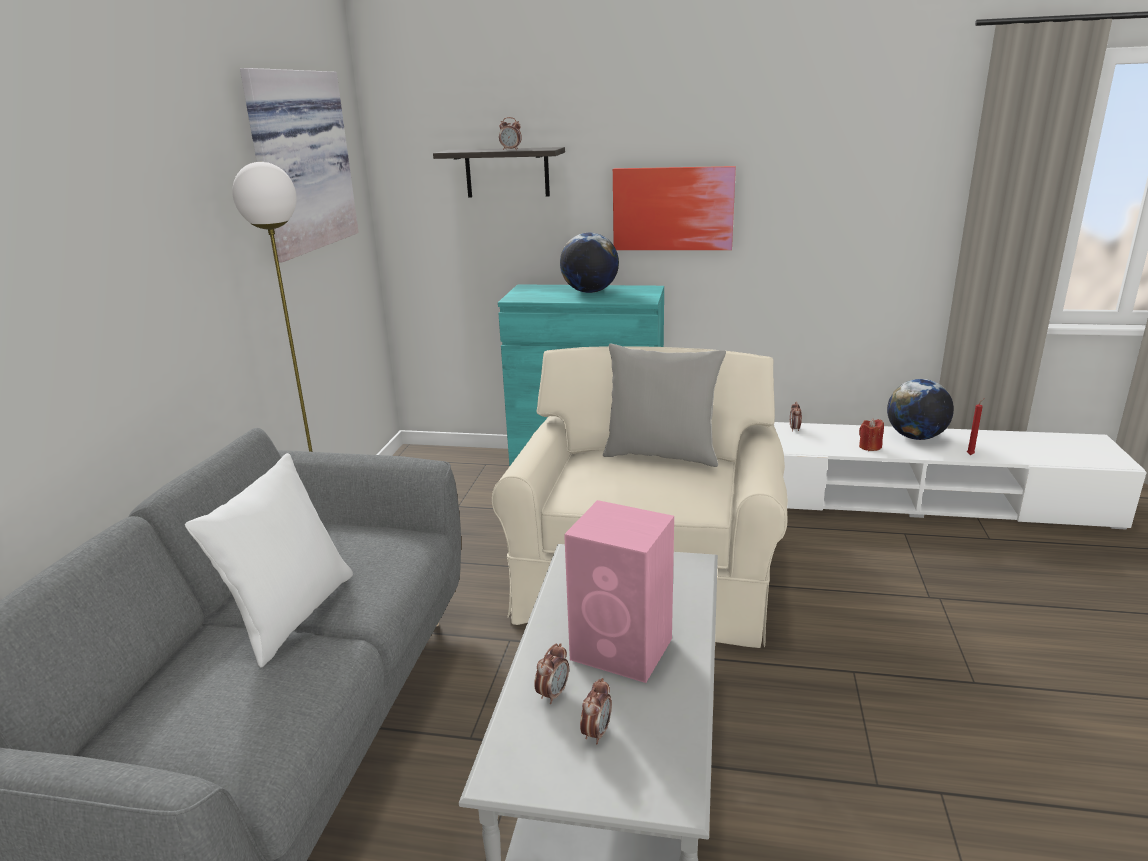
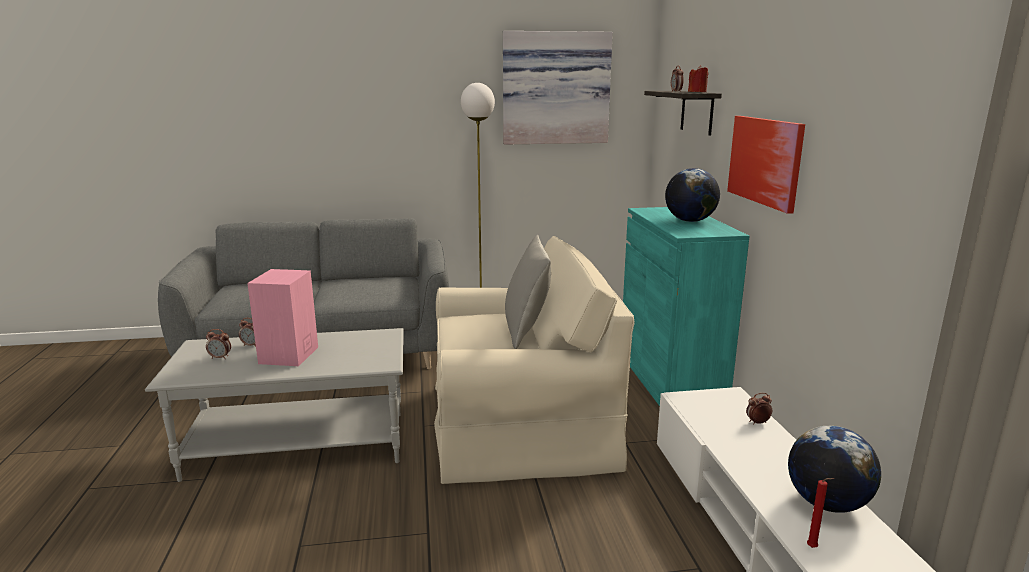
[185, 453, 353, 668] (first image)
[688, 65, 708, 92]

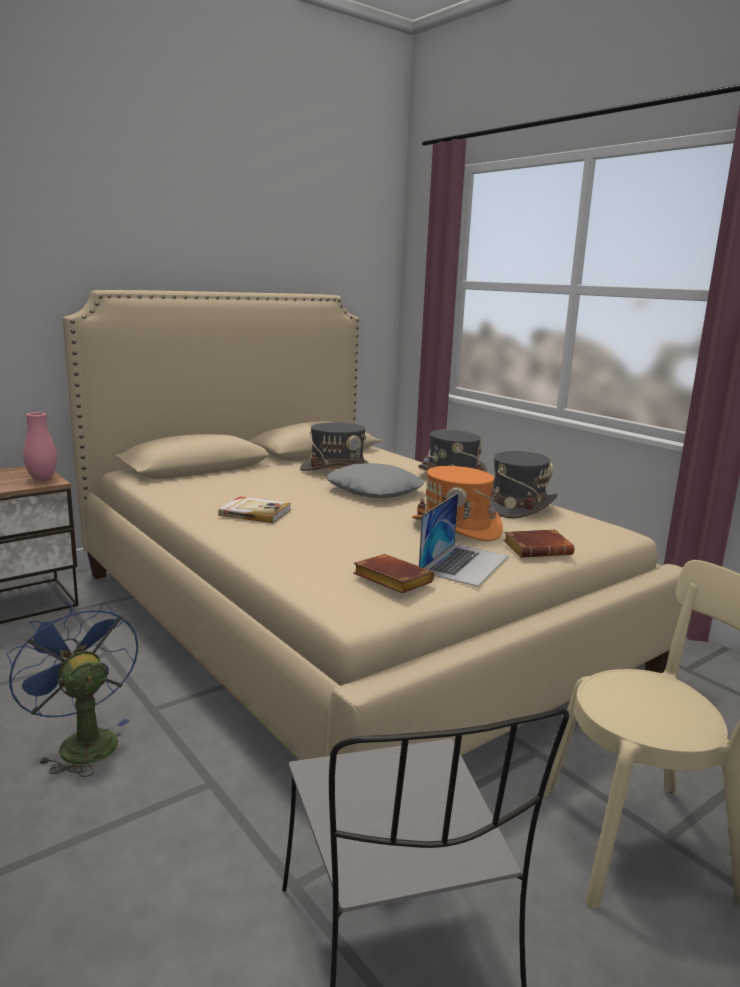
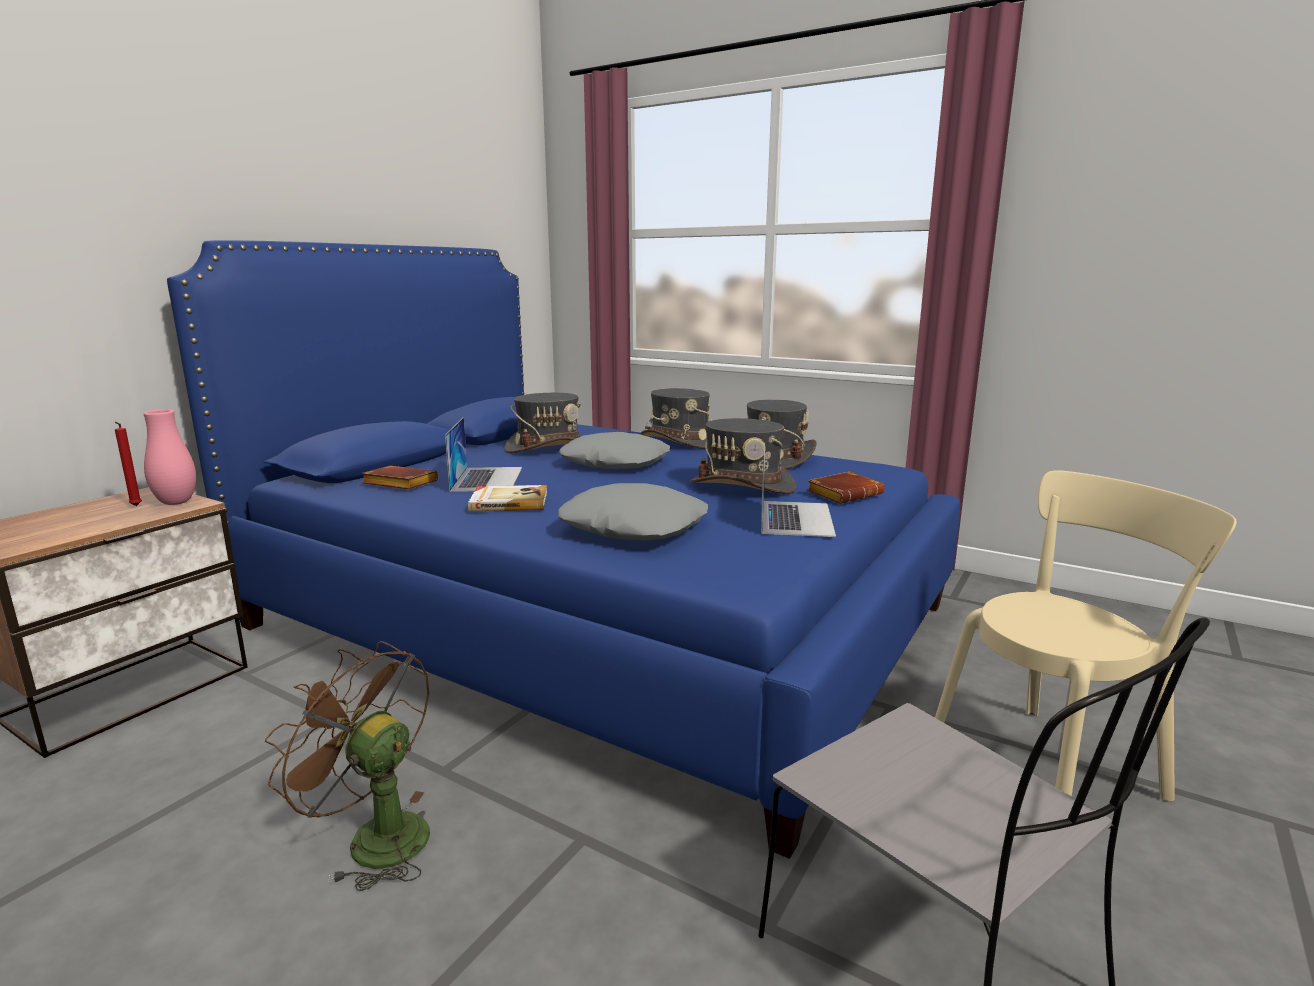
[265, 641, 430, 891]
[167, 240, 960, 859]
[361, 466, 438, 489]
[690, 418, 796, 494]
[115, 422, 142, 506]
[445, 417, 522, 492]
[558, 483, 708, 541]

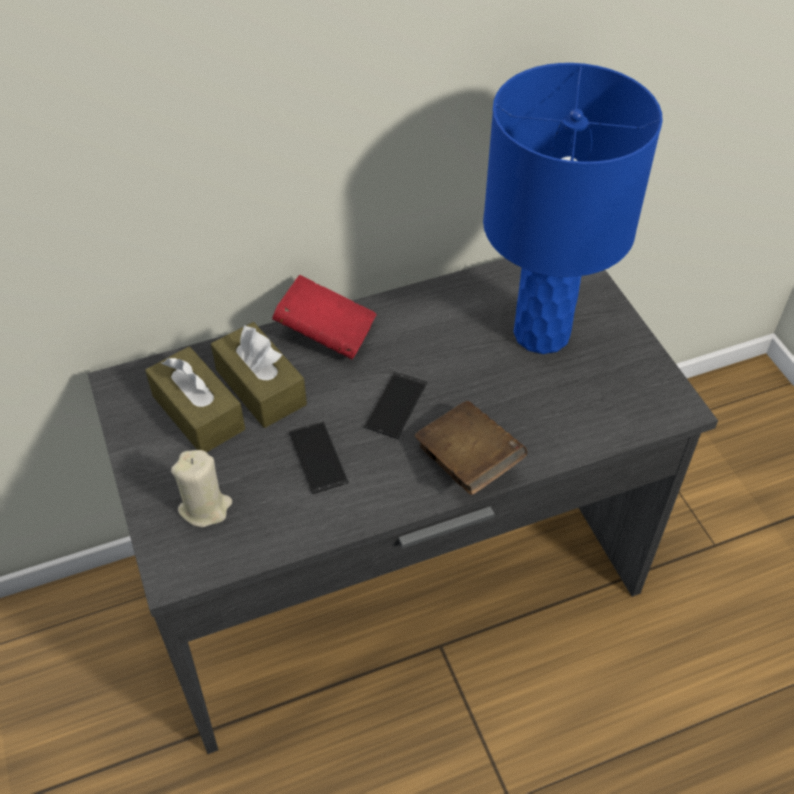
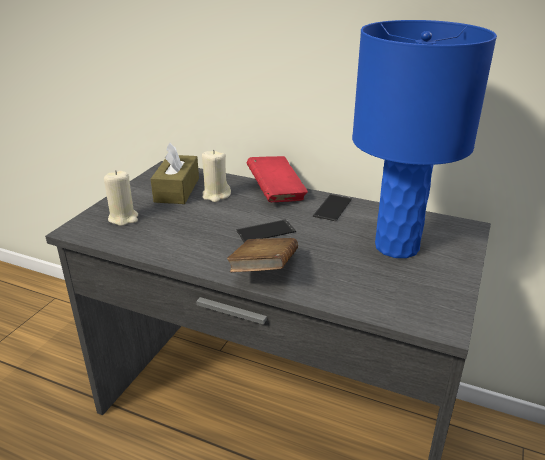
[202, 150, 231, 202]
[313, 194, 352, 222]

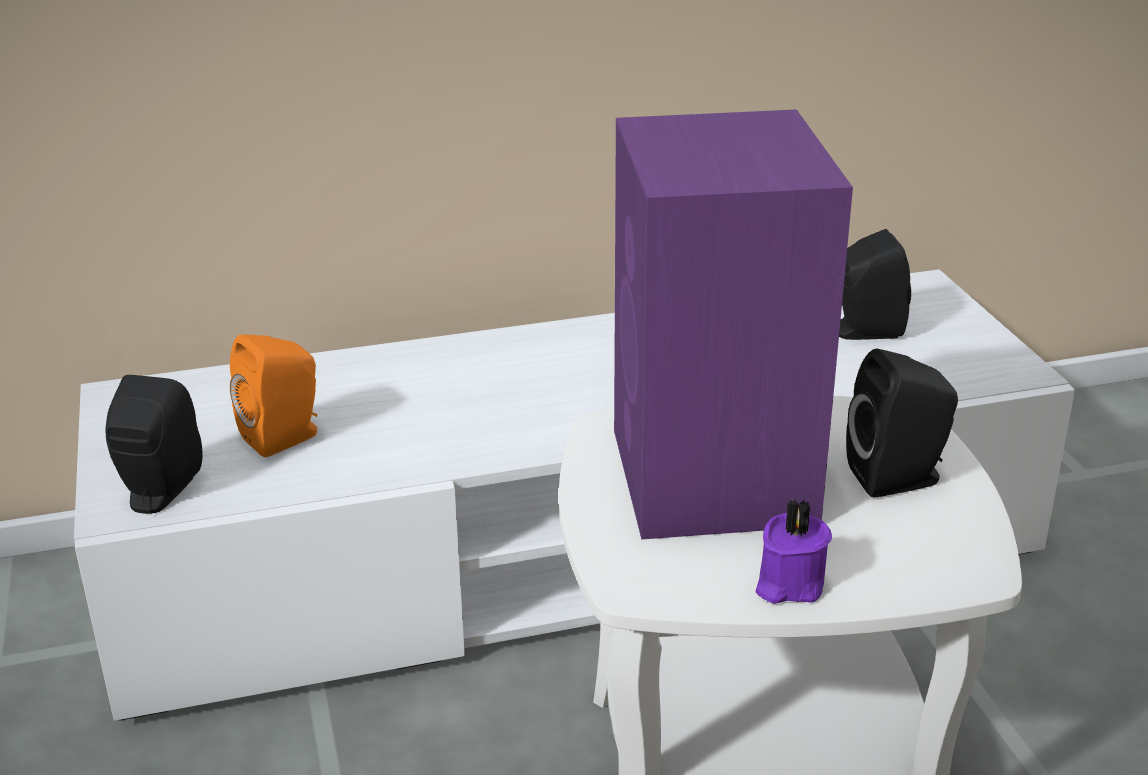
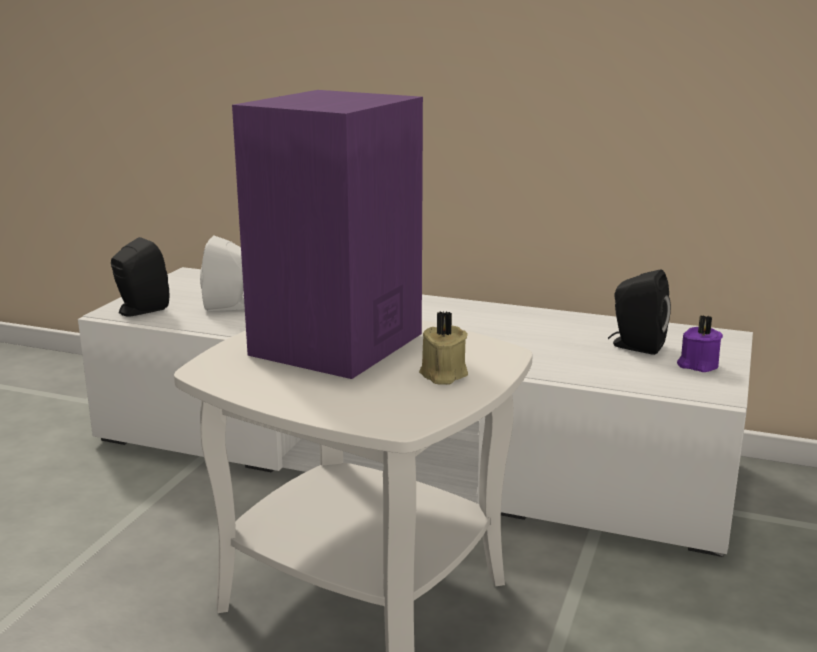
[200, 235, 245, 311]
[677, 315, 723, 372]
[419, 311, 468, 385]

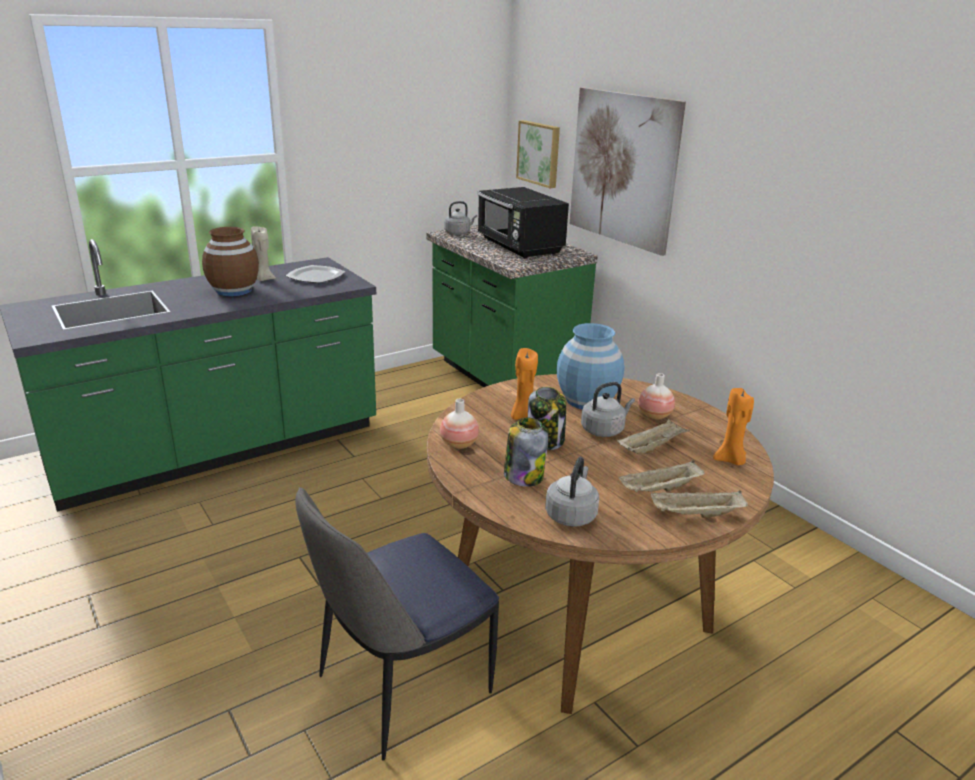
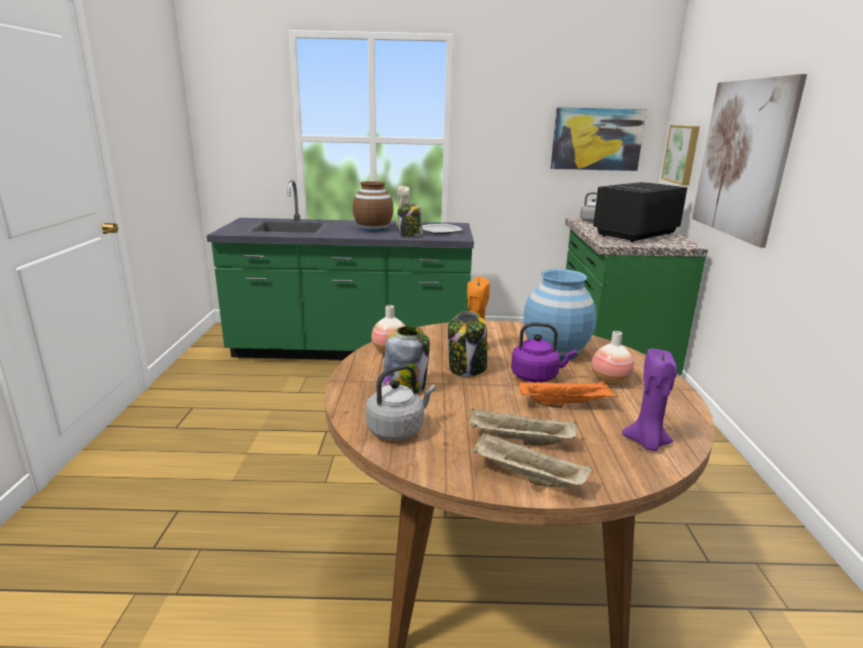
[295, 487, 499, 761] (first image)
[593, 182, 688, 242]
[511, 322, 576, 383]
[519, 380, 617, 408]
[622, 349, 677, 451]
[397, 203, 423, 237]
[551, 107, 646, 171]

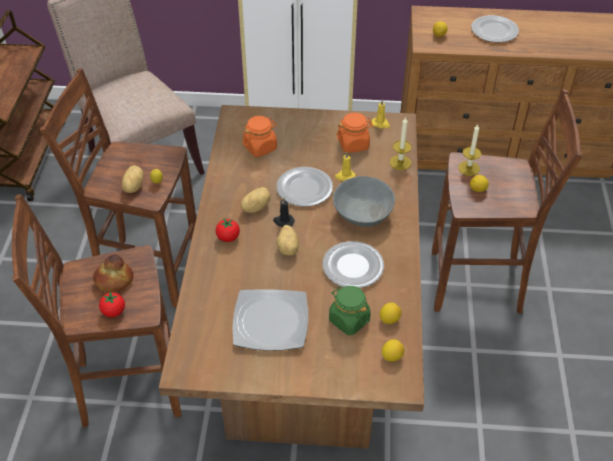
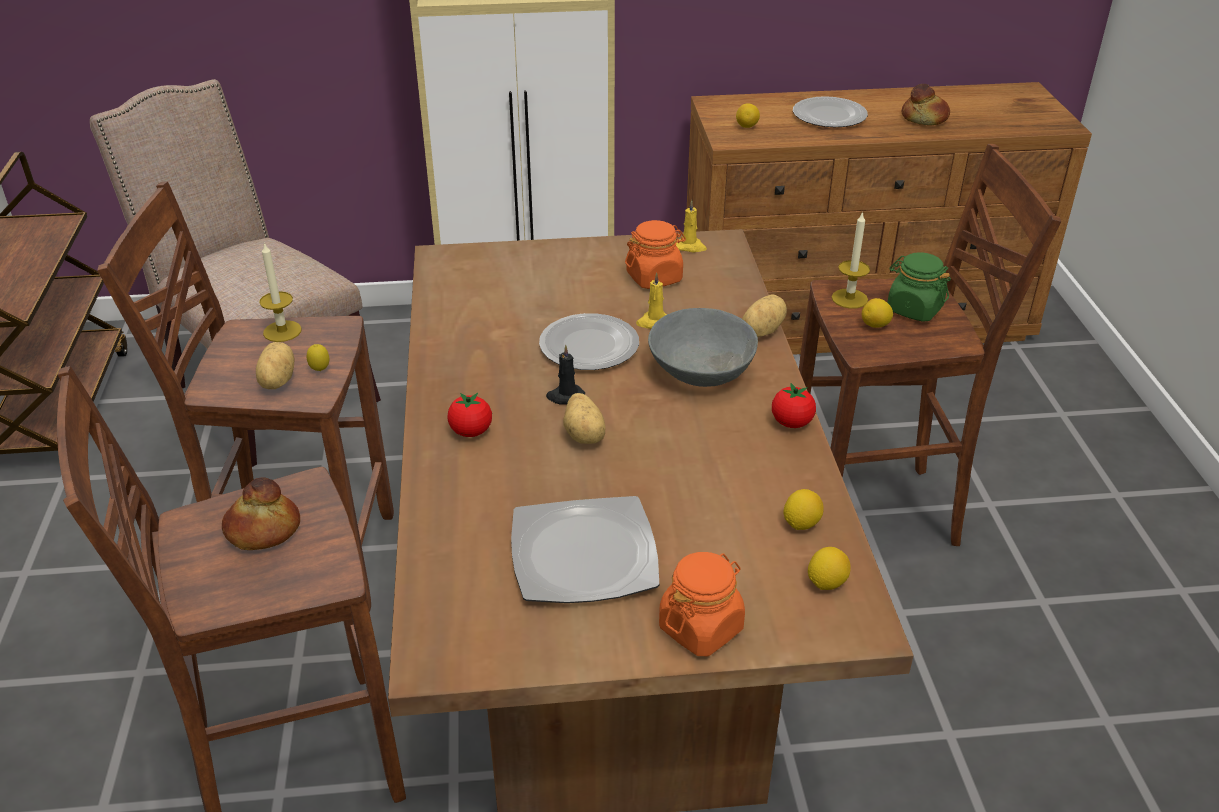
[772, 383, 816, 428]
[742, 294, 787, 337]
[659, 552, 745, 656]
[322, 241, 384, 288] (first image)
[887, 252, 951, 322]
[259, 242, 302, 342]
[902, 84, 950, 126]

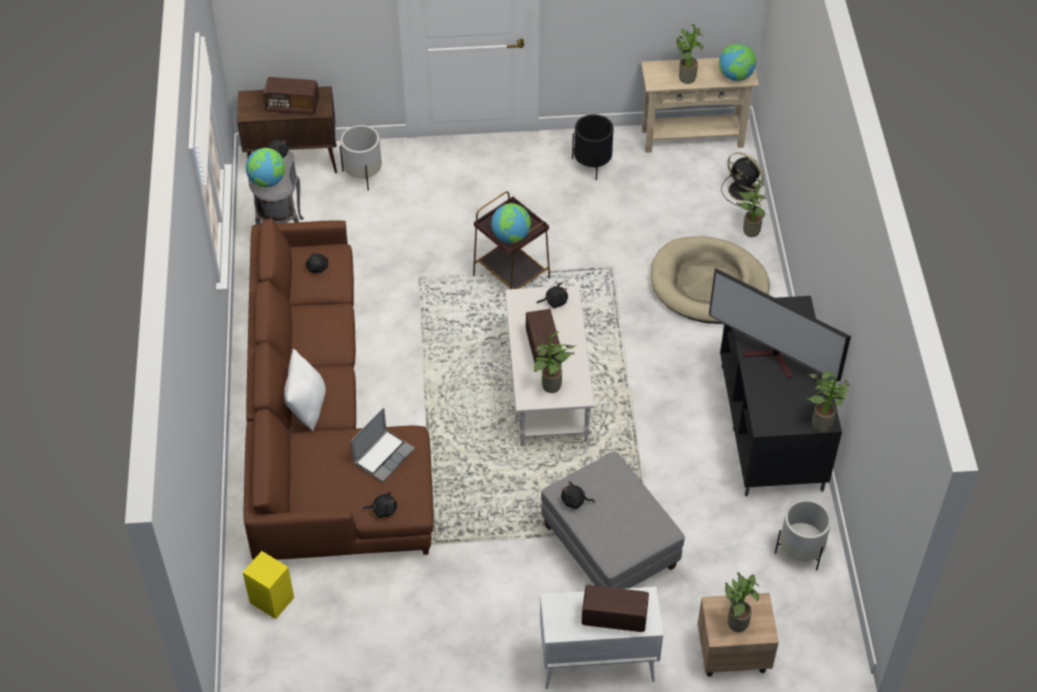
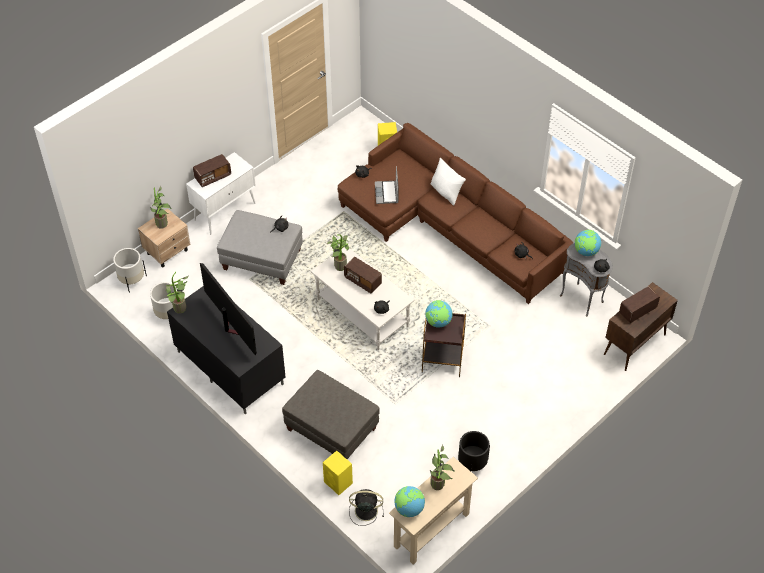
[113, 248, 147, 293]
[282, 370, 380, 459]
[200, 263, 257, 356]
[323, 451, 353, 495]

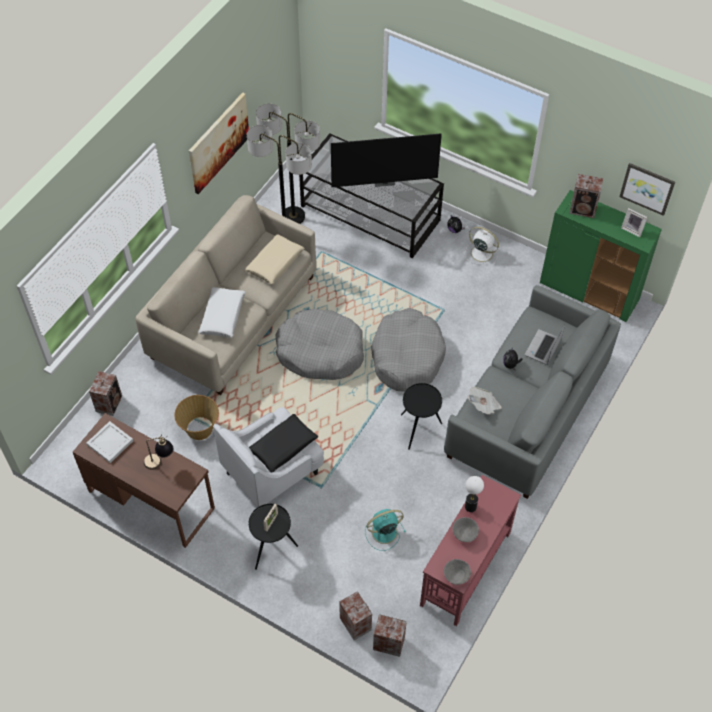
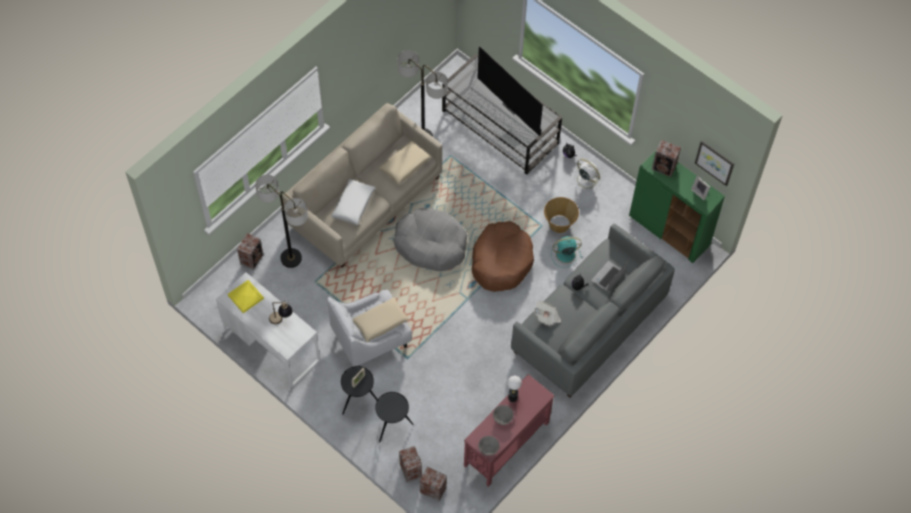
[216, 272, 320, 387]
[228, 280, 264, 313]
[544, 197, 579, 233]
[189, 93, 249, 194] (first image)
[353, 297, 409, 342]
[255, 175, 308, 268]
[477, 46, 543, 136]
[551, 236, 582, 268]
[472, 221, 534, 292]
[375, 392, 413, 443]

